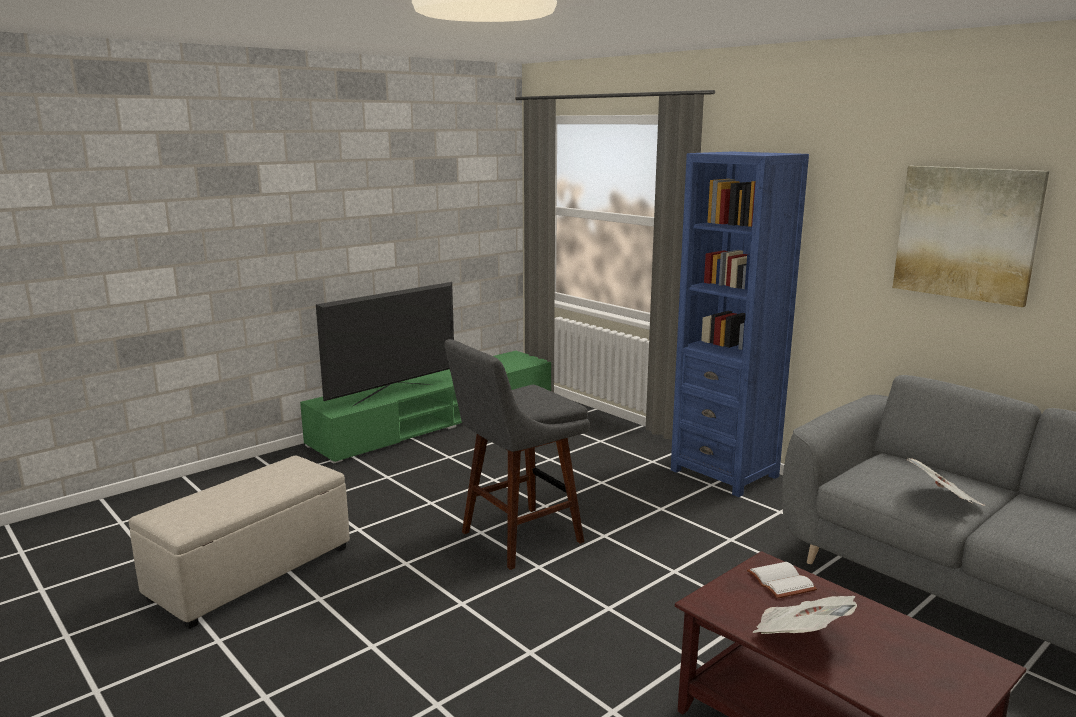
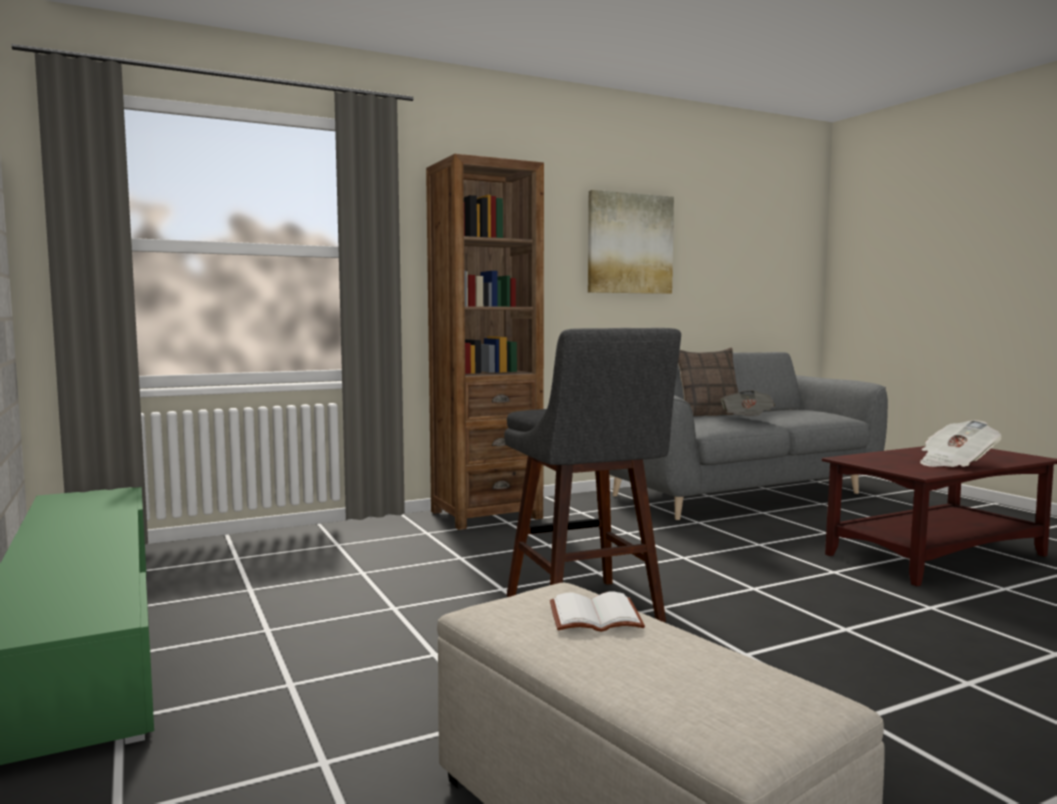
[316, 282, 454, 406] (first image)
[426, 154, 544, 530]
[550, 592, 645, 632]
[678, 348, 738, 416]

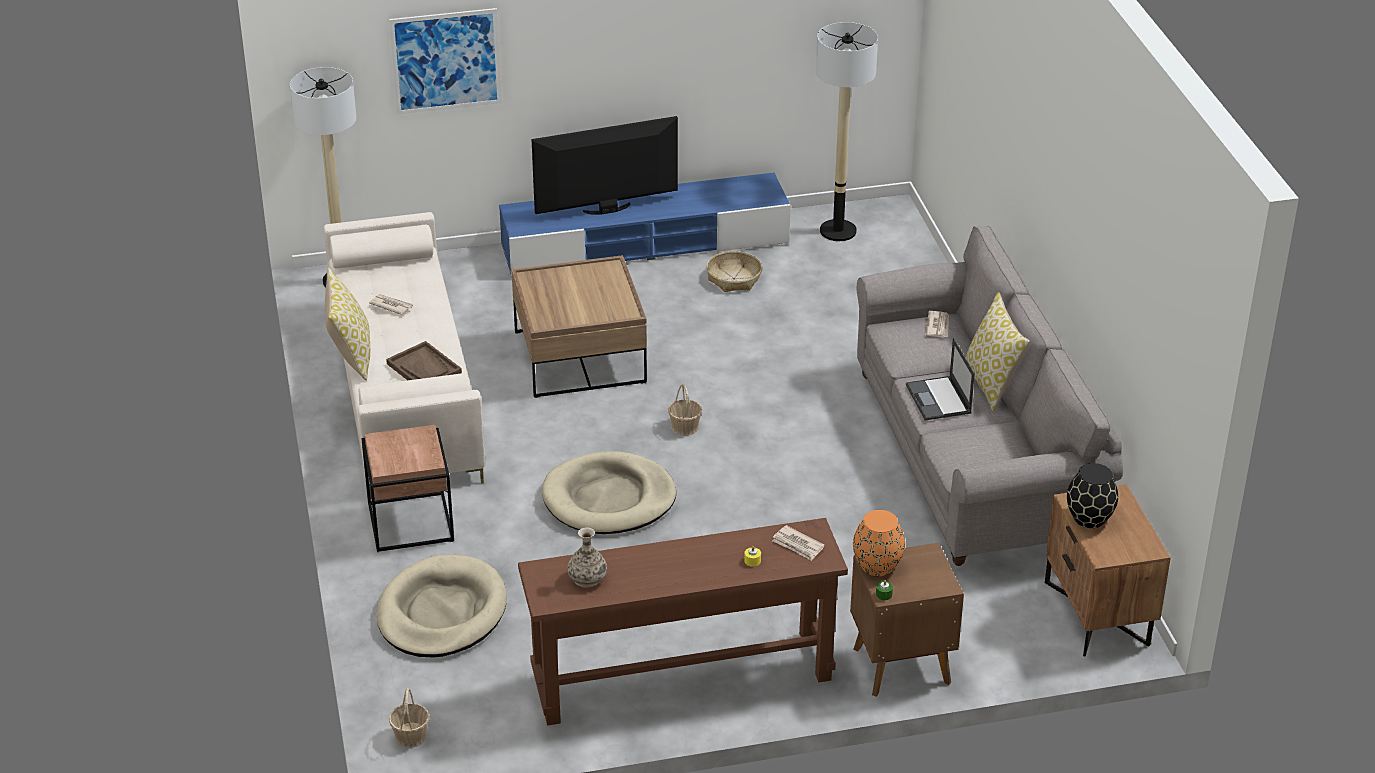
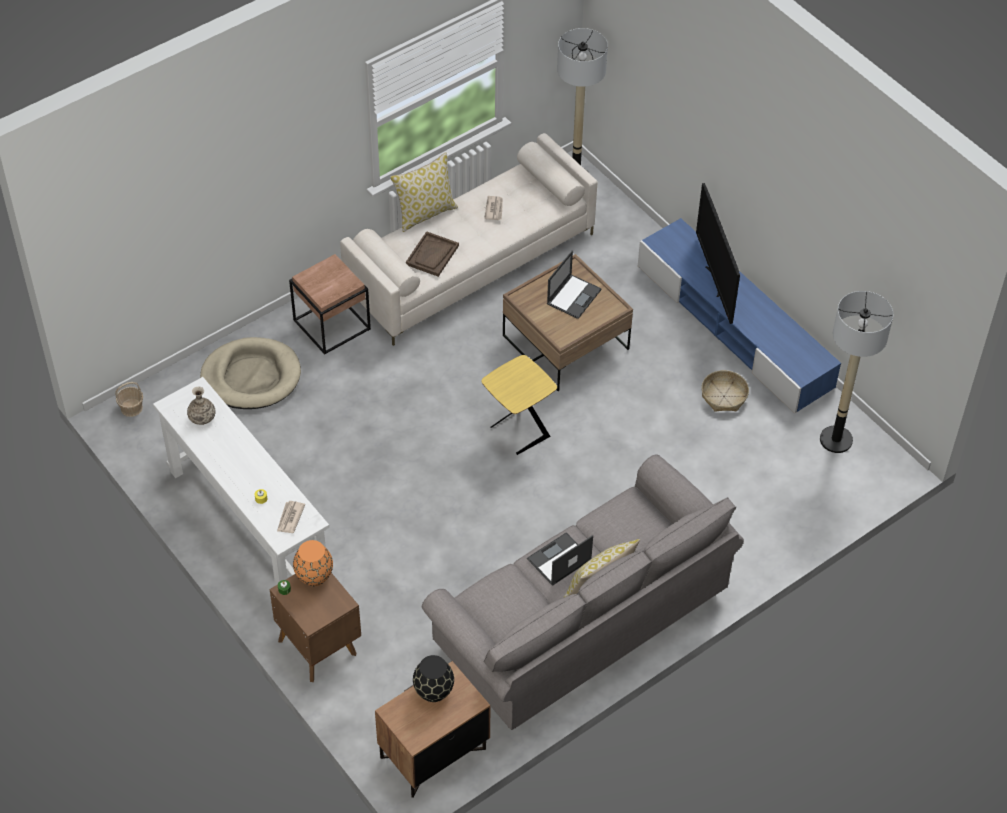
[389, 8, 502, 114] (first image)
[153, 377, 329, 586]
[696, 183, 740, 324]
[542, 451, 676, 534] (first image)
[481, 355, 557, 455]
[925, 311, 949, 338] (first image)
[547, 250, 602, 319]

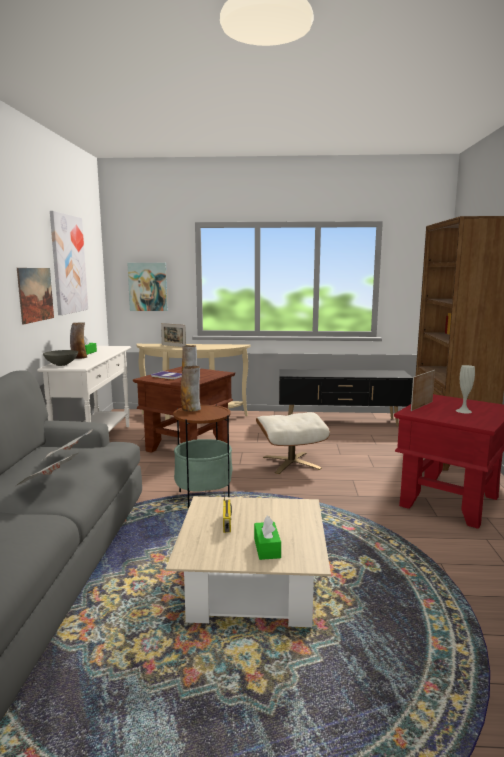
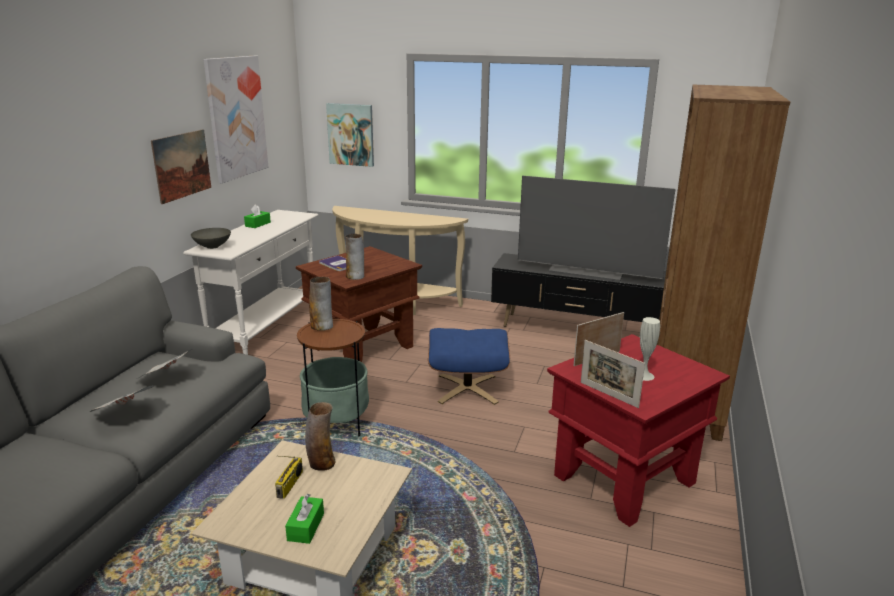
[305, 402, 336, 471]
[581, 340, 645, 408]
[428, 328, 511, 405]
[518, 176, 675, 282]

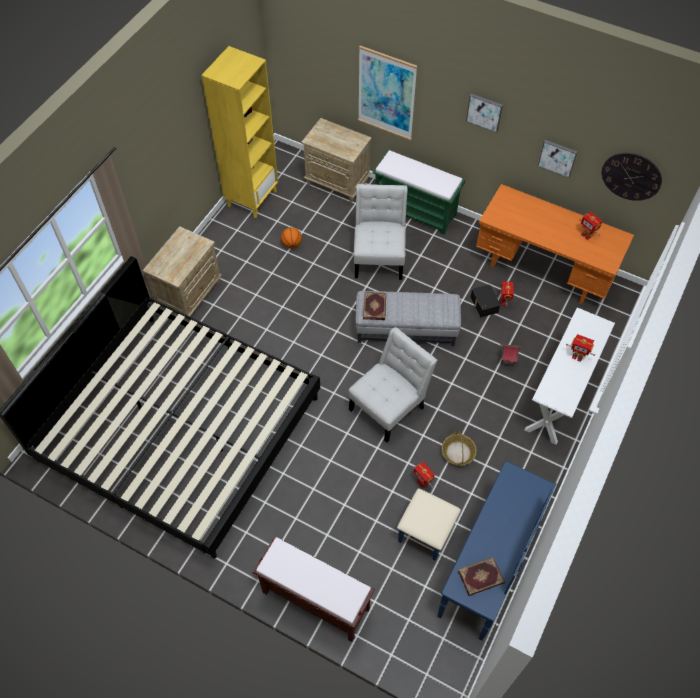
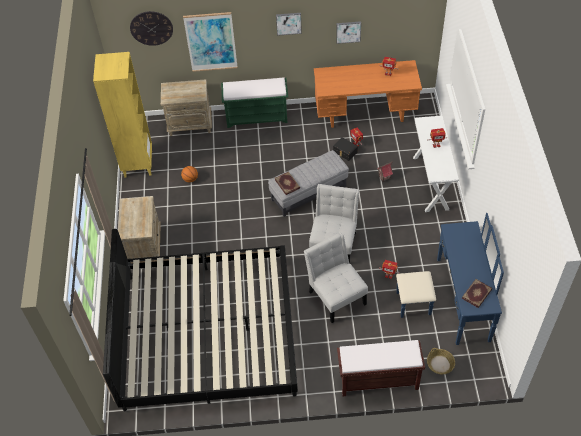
[304, 232, 368, 323]
[427, 348, 455, 374]
[130, 11, 173, 46]

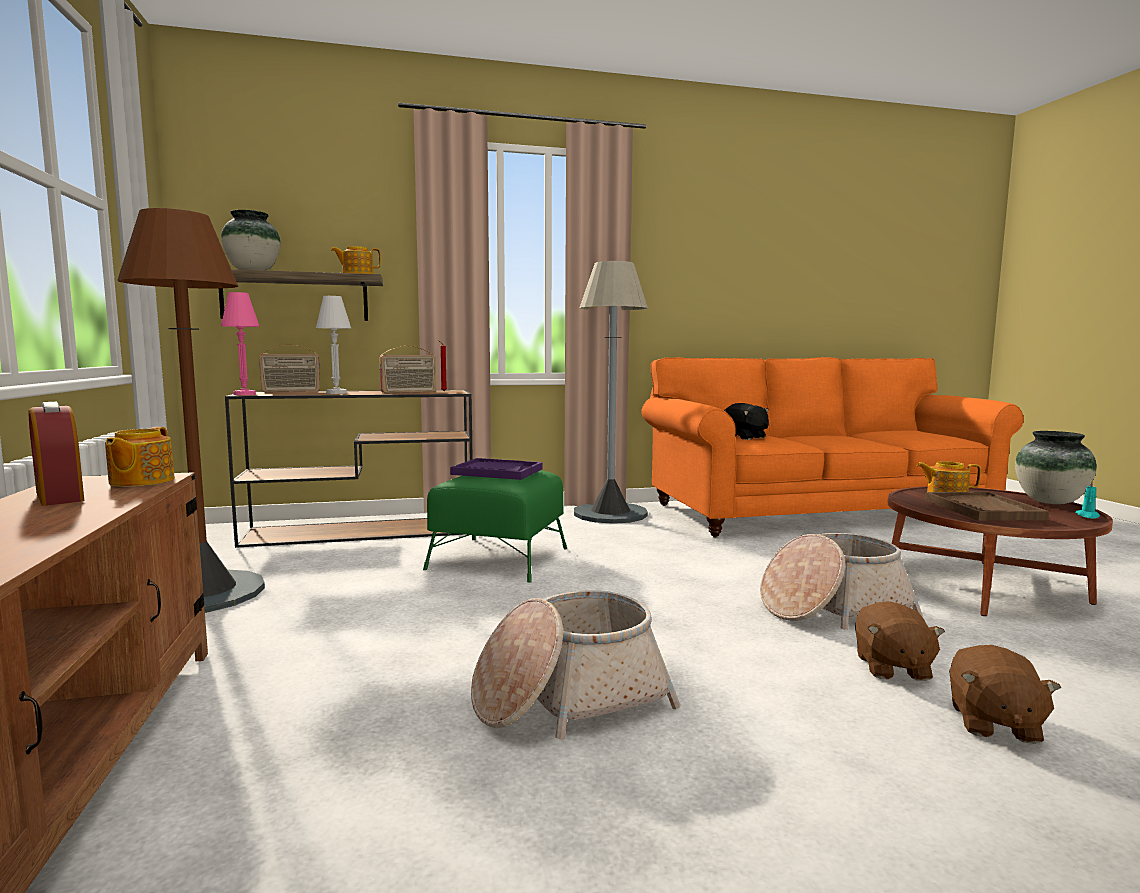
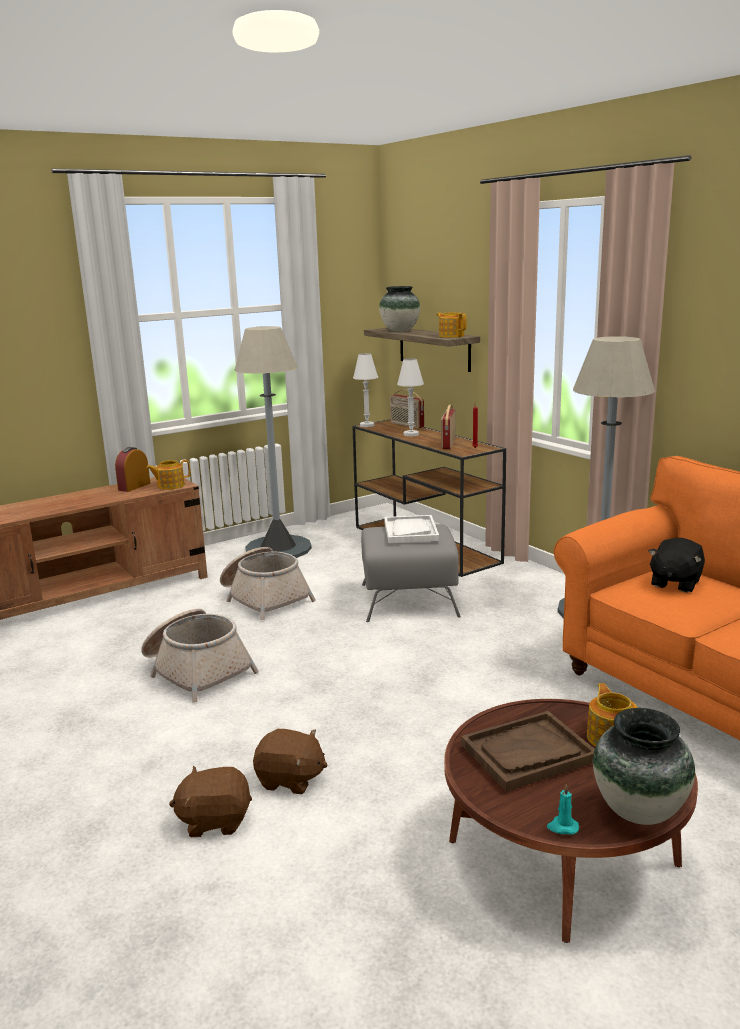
[235, 326, 312, 558]
[353, 353, 378, 427]
[441, 405, 455, 449]
[361, 524, 461, 622]
[384, 515, 439, 543]
[220, 547, 316, 620]
[253, 729, 328, 794]

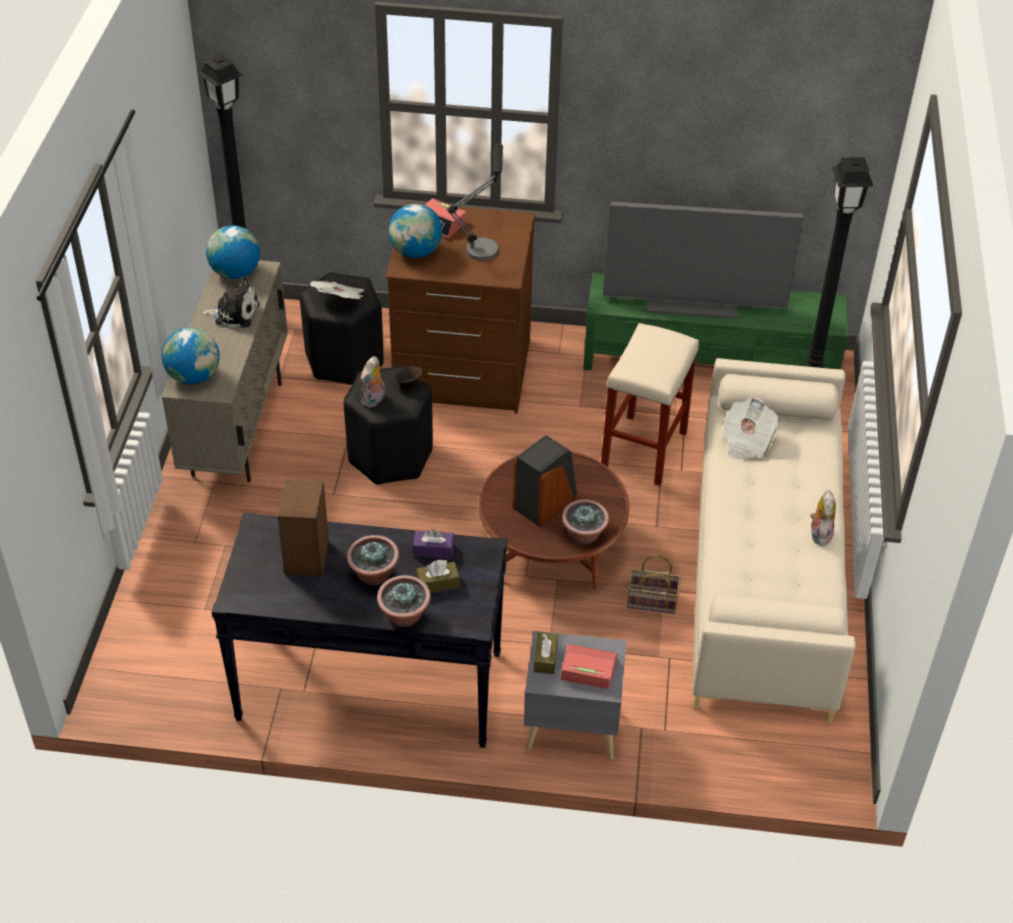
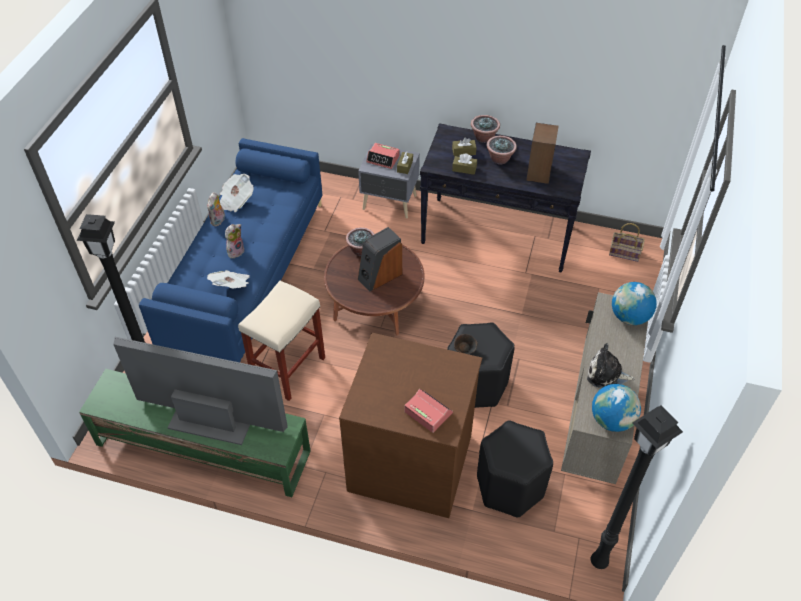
[220, 174, 253, 212]
[225, 224, 245, 258]
[388, 204, 443, 258] (first image)
[452, 153, 477, 175]
[447, 144, 503, 261] (first image)
[609, 223, 645, 262]
[139, 138, 323, 362]

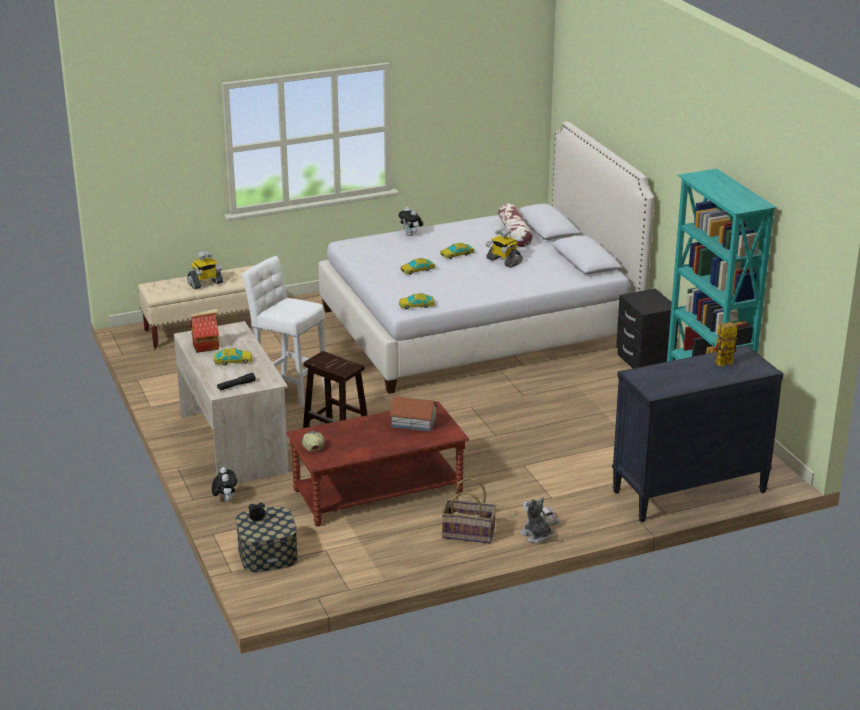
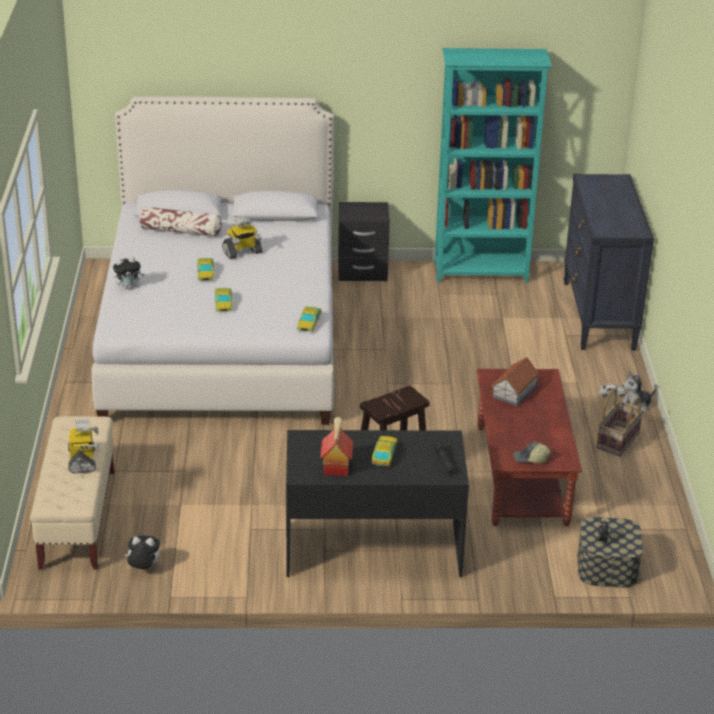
[286, 430, 469, 577]
[124, 535, 160, 570]
[242, 256, 326, 407] (first image)
[710, 322, 738, 366] (first image)

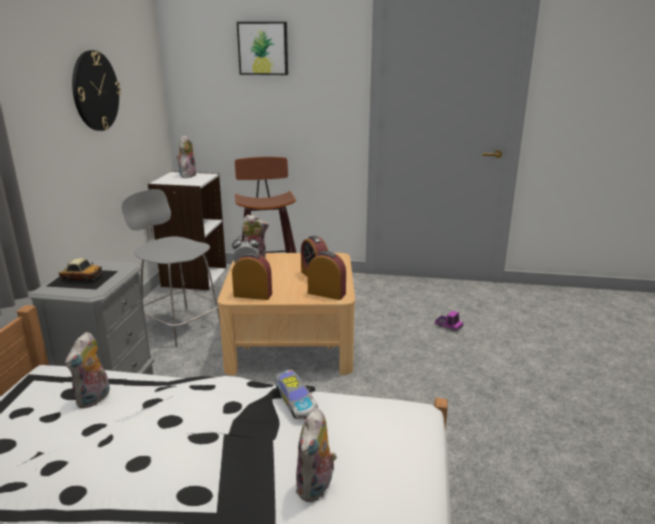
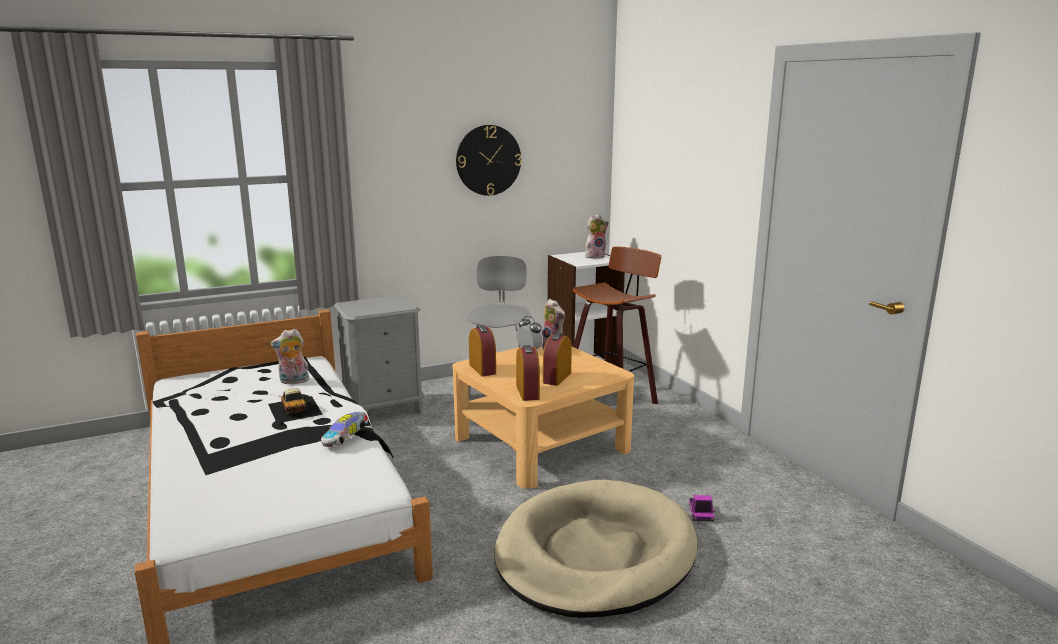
[268, 389, 323, 423]
[237, 22, 288, 75] (first image)
[295, 408, 337, 502] (first image)
[494, 480, 697, 618]

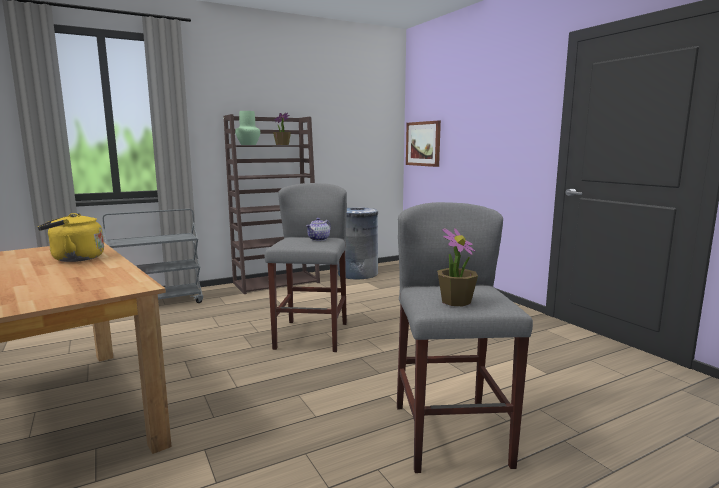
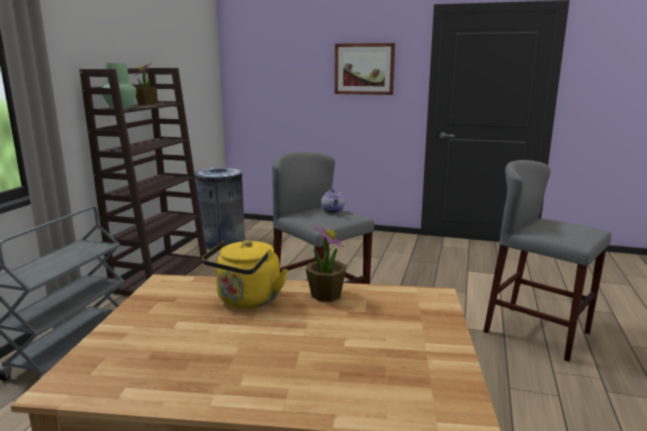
[335, 43, 395, 95]
[306, 222, 347, 302]

